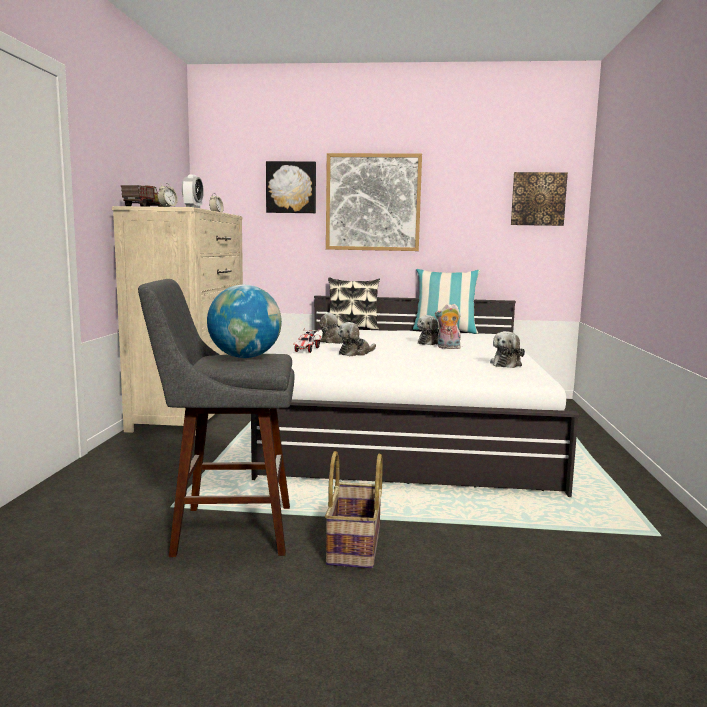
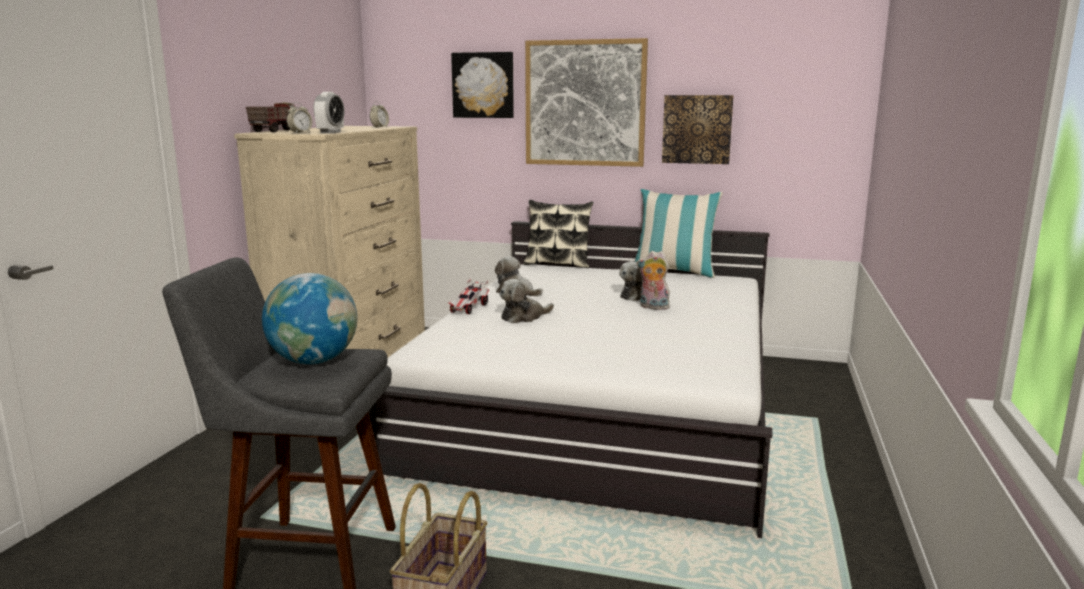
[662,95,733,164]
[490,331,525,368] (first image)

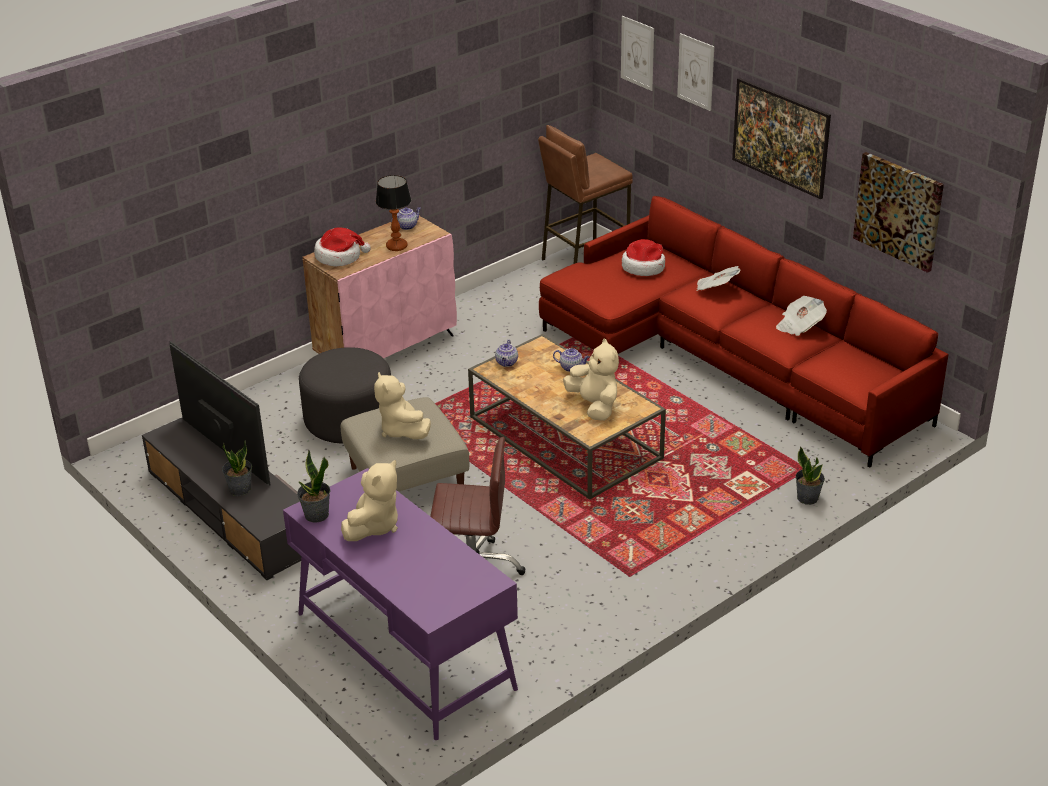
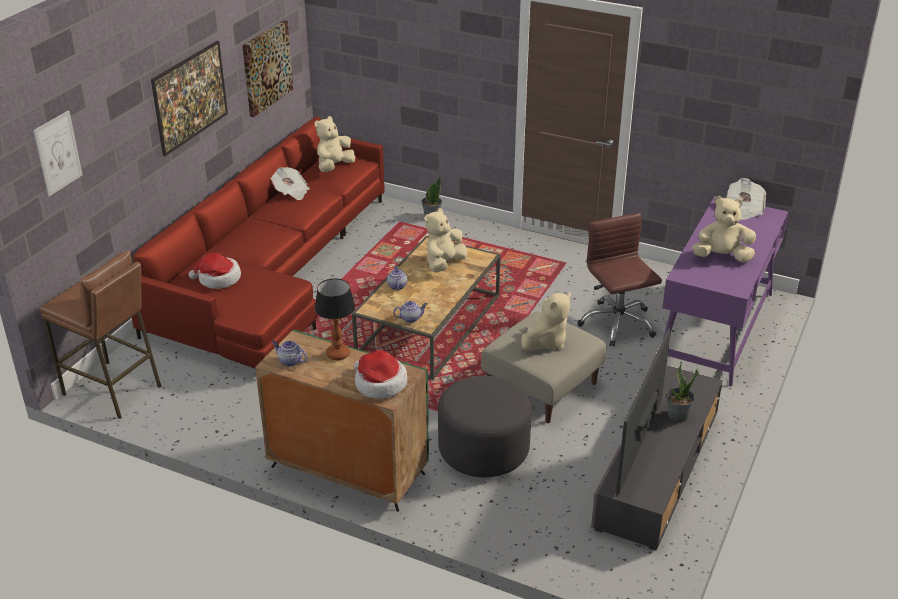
[677,33,714,111] (first image)
[255,330,429,512]
[726,178,766,220]
[297,449,331,522] (first image)
[315,116,355,172]

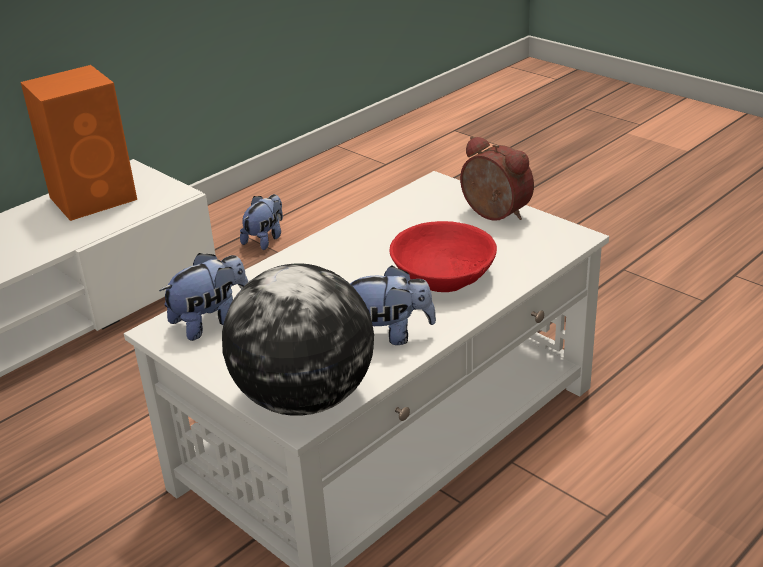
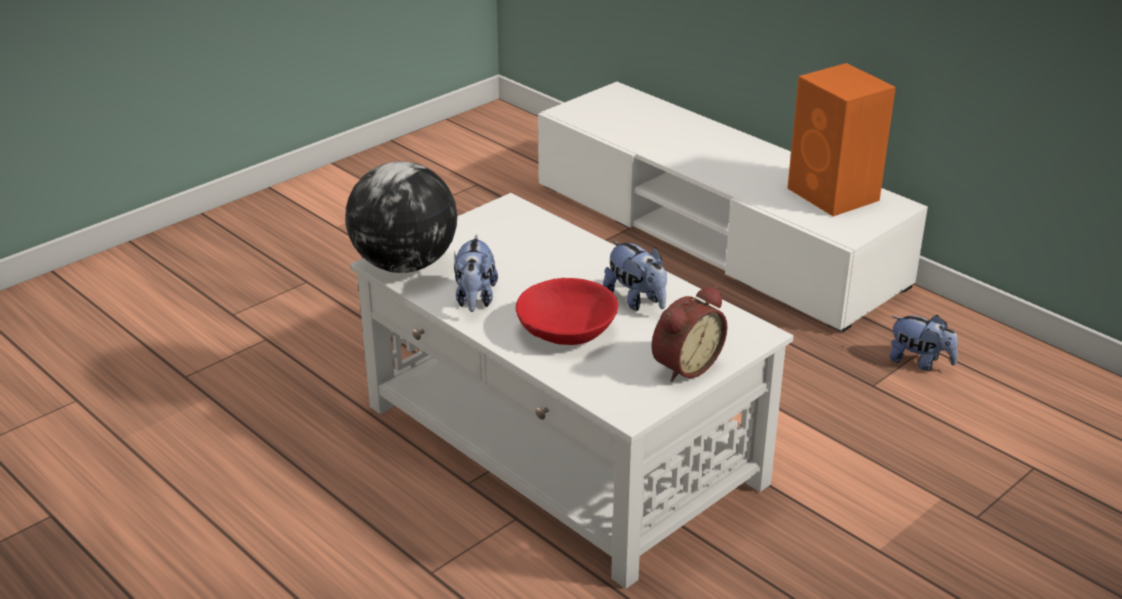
[603,240,667,311]

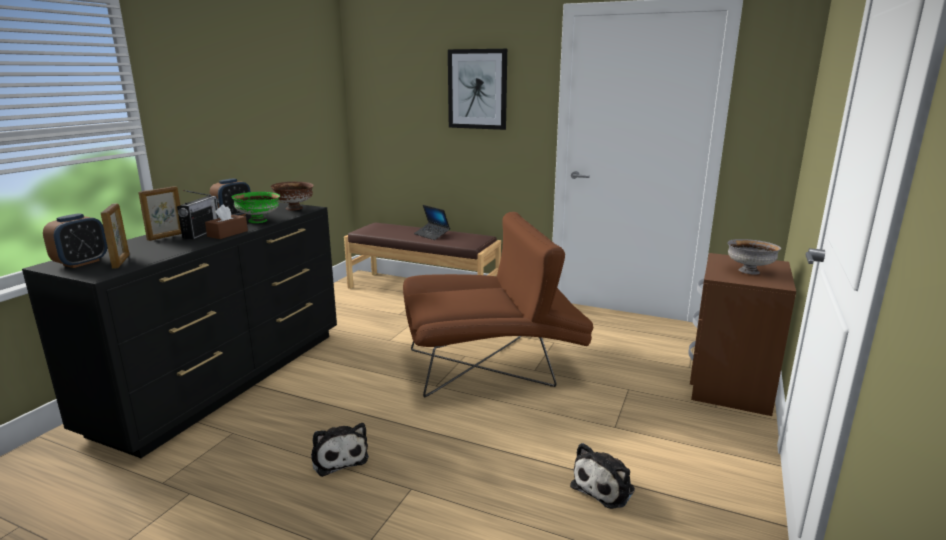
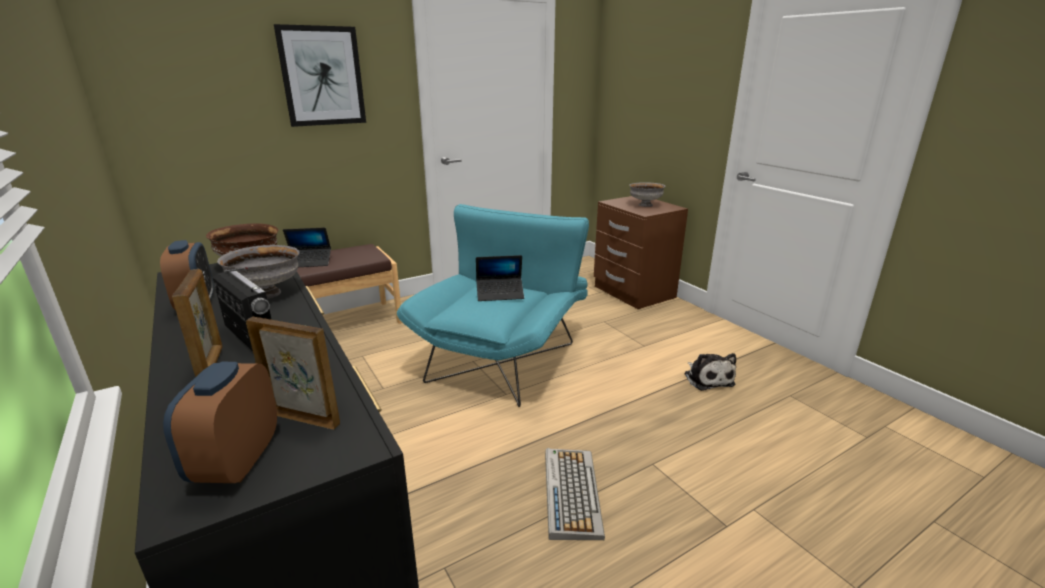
[217,245,300,299]
[205,204,248,239] (first image)
[397,204,589,407]
[163,362,277,483]
[545,448,605,540]
[476,255,524,301]

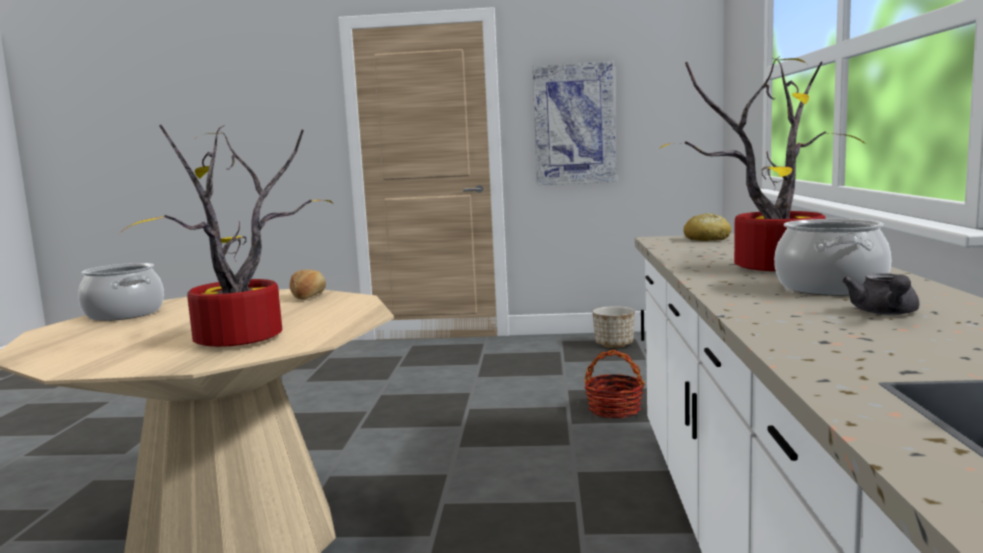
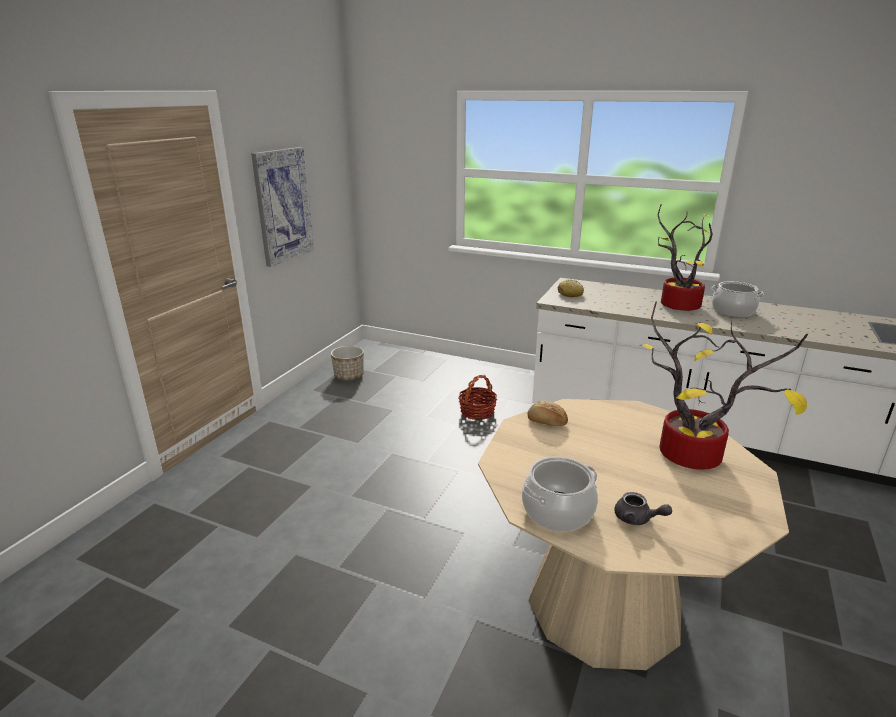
[615,492,672,525]

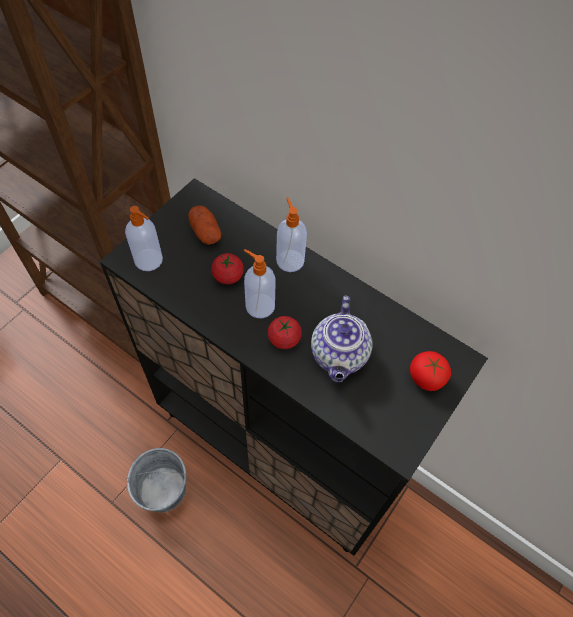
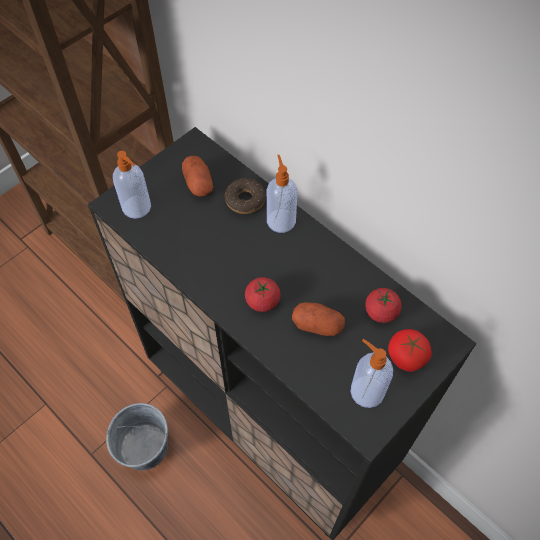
[351,339,393,408]
[365,288,402,323]
[292,302,345,336]
[225,178,266,214]

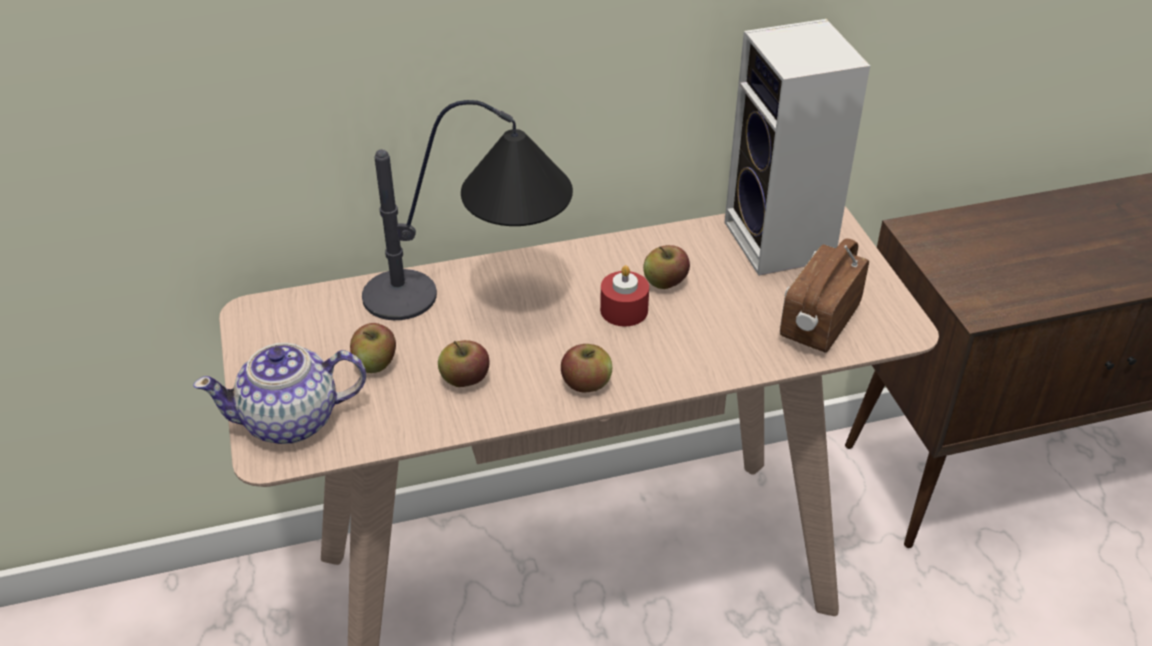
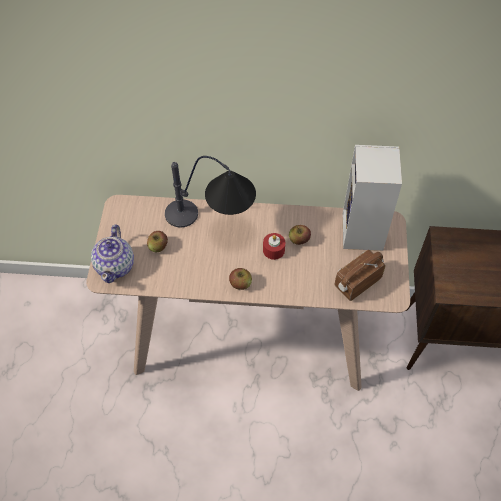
[438,340,490,387] (first image)
[91,224,134,283]

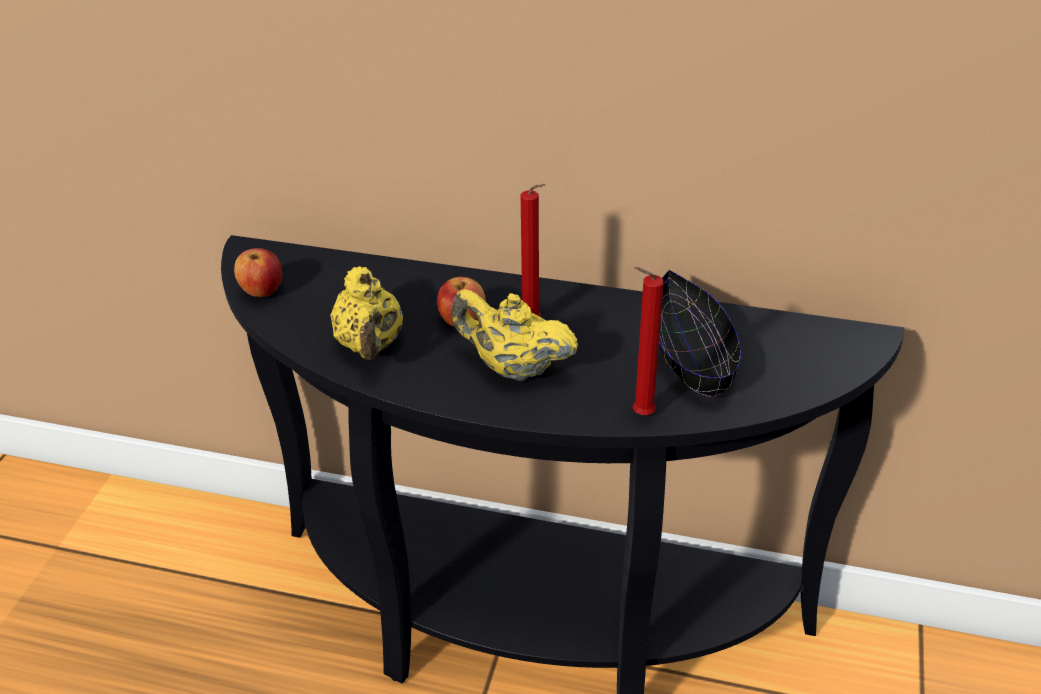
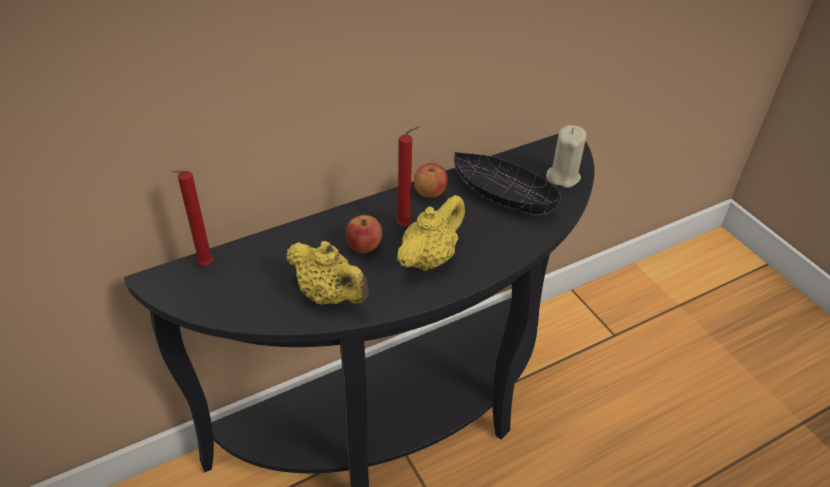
[414,163,448,198]
[171,170,213,266]
[397,195,465,271]
[546,125,586,188]

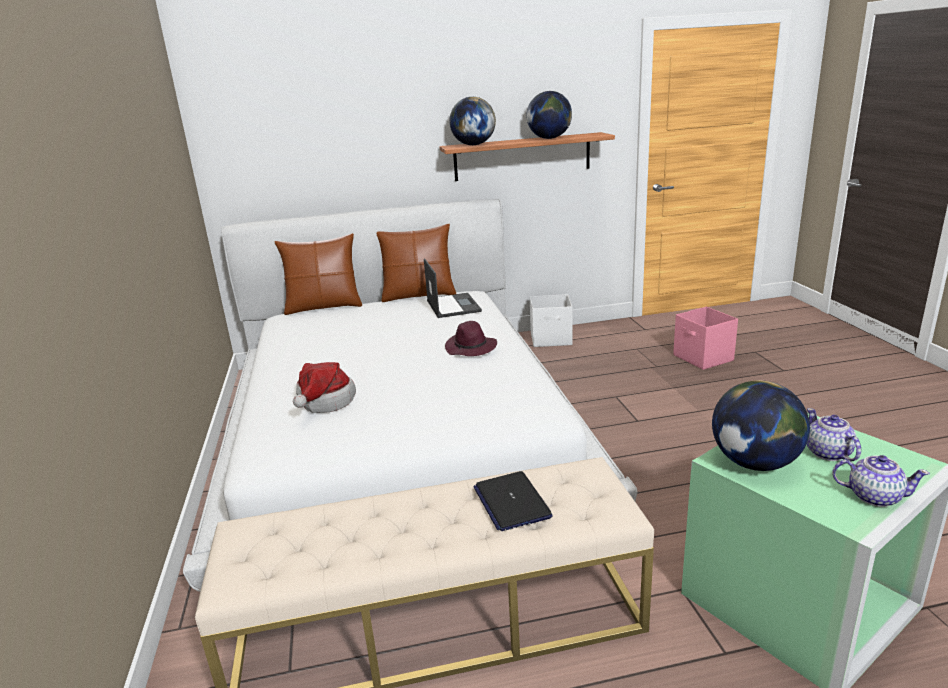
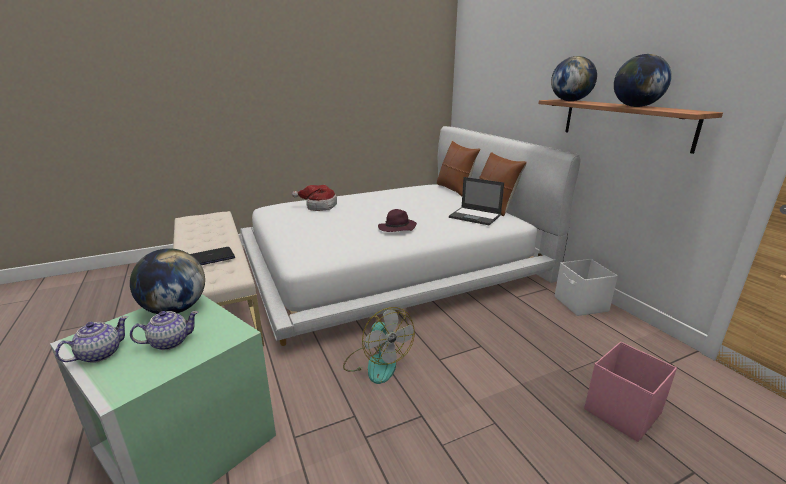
[449,177,504,225]
[55,316,128,363]
[343,307,415,384]

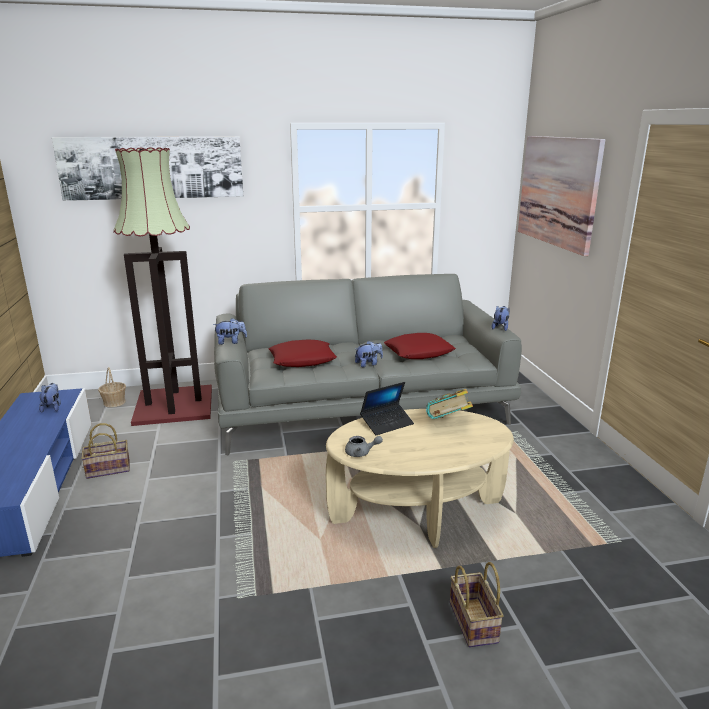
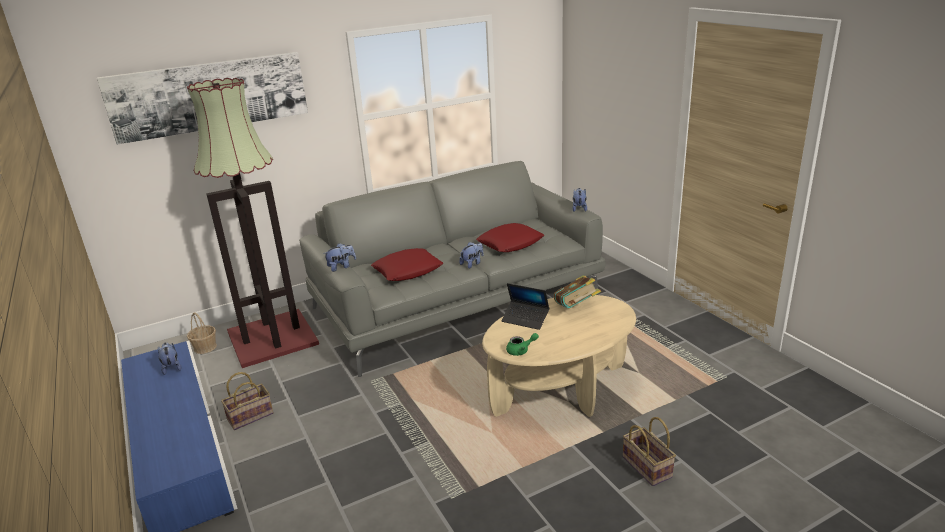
[518,136,605,256] (first image)
[501,283,549,330]
[506,333,539,356]

